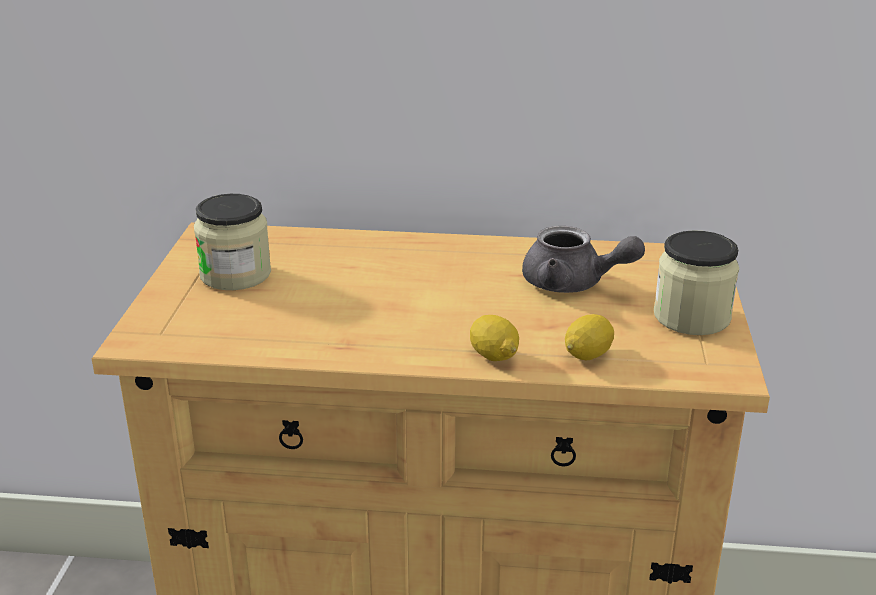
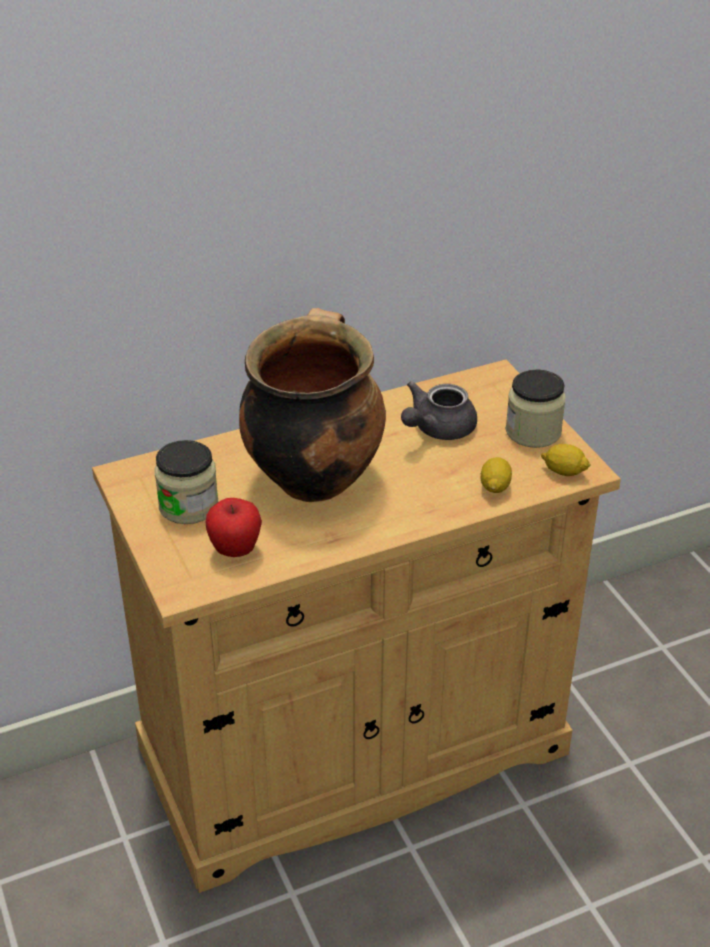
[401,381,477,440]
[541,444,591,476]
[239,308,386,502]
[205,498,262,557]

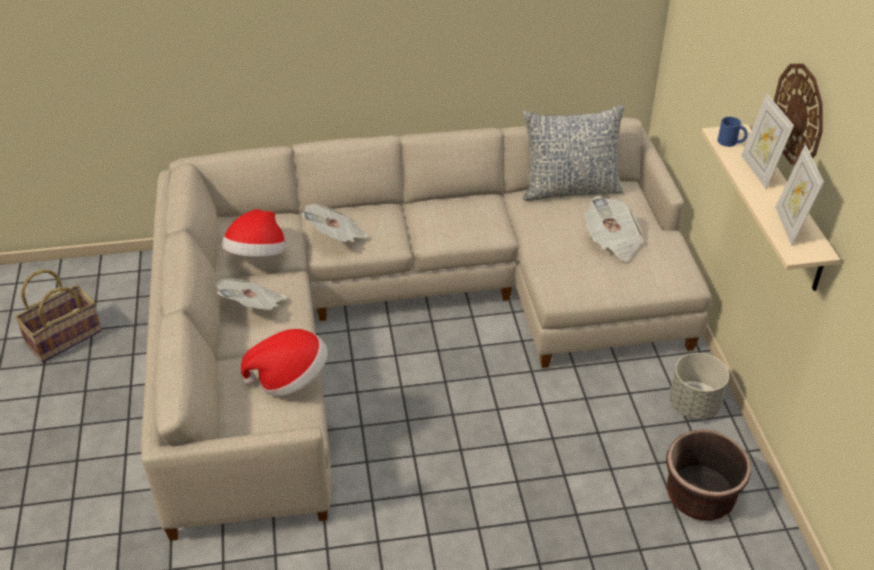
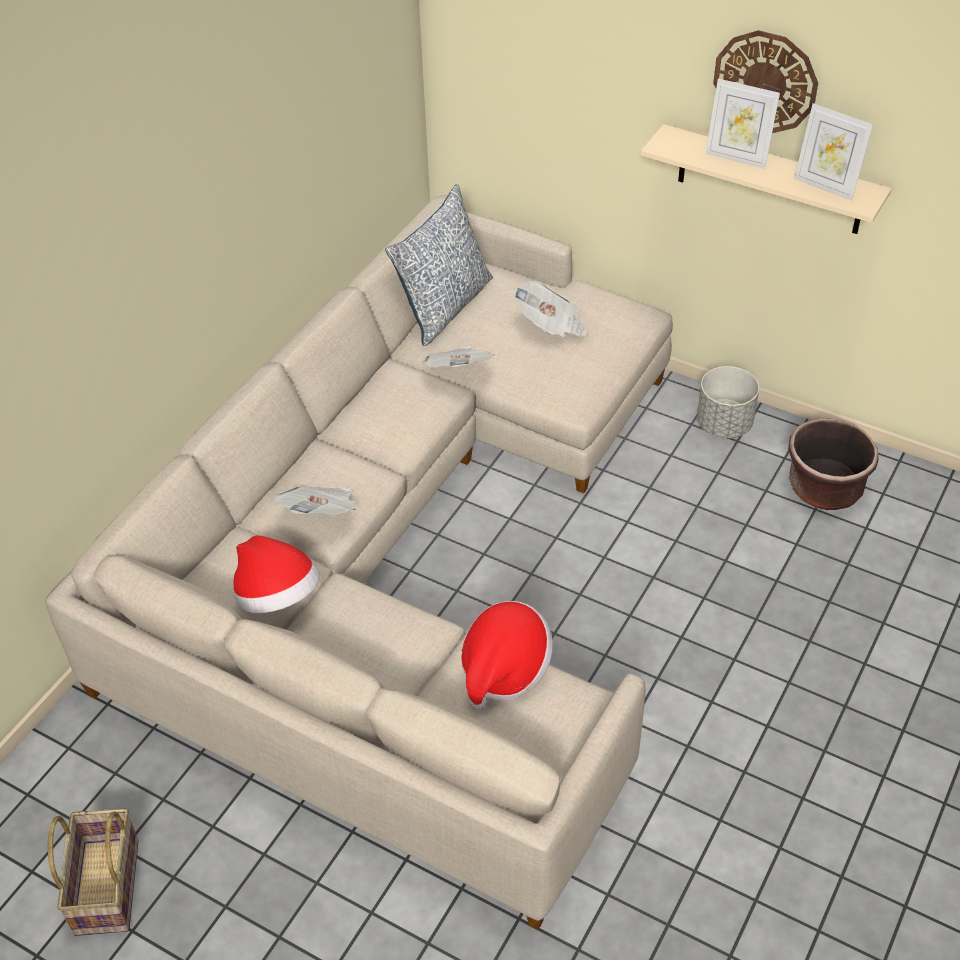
[717,117,748,147] (first image)
[422,346,495,368]

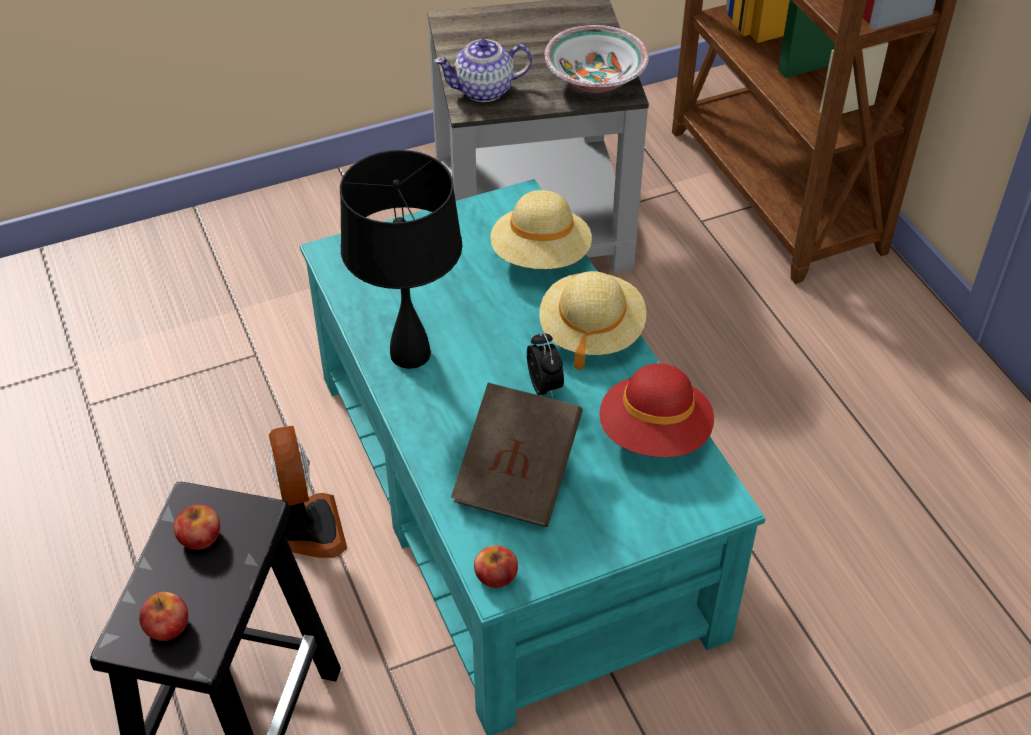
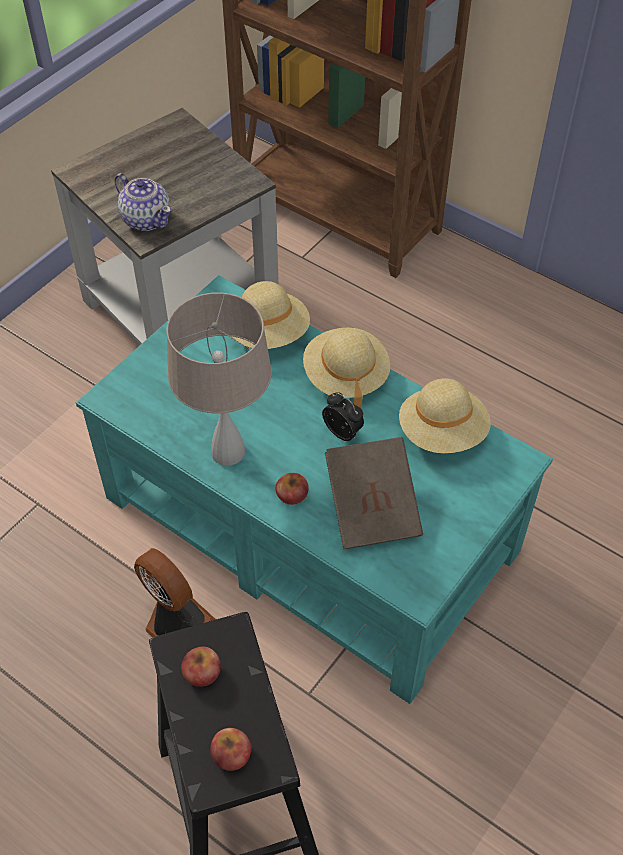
[544,25,649,93] (first image)
[114,173,171,231]
[166,292,272,466]
[399,378,491,453]
[276,473,309,505]

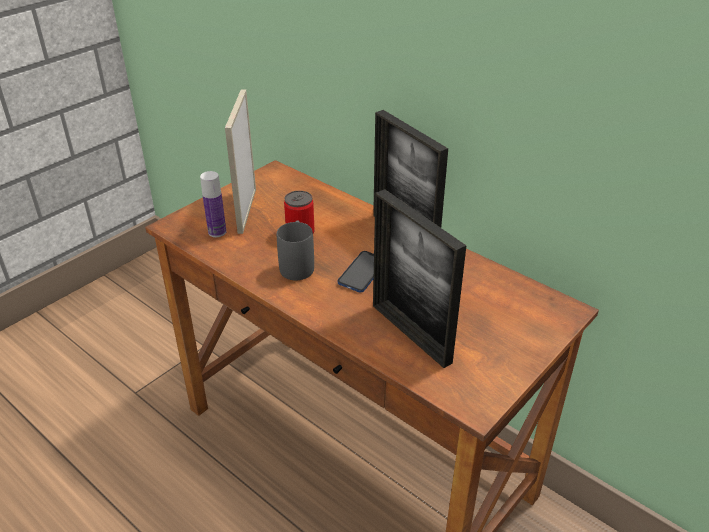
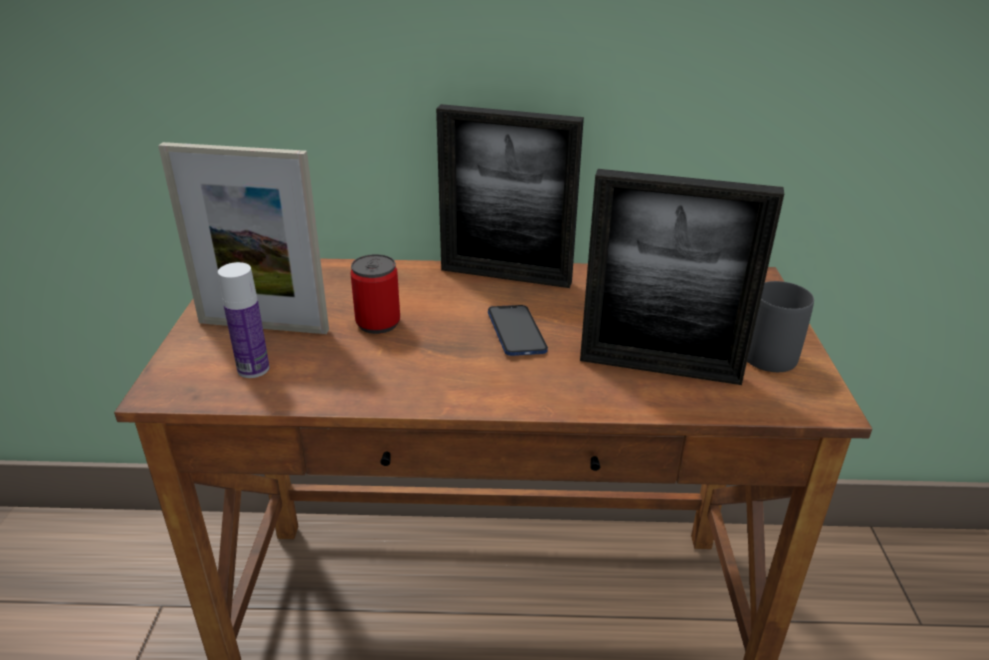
[158,142,329,334]
[747,281,814,372]

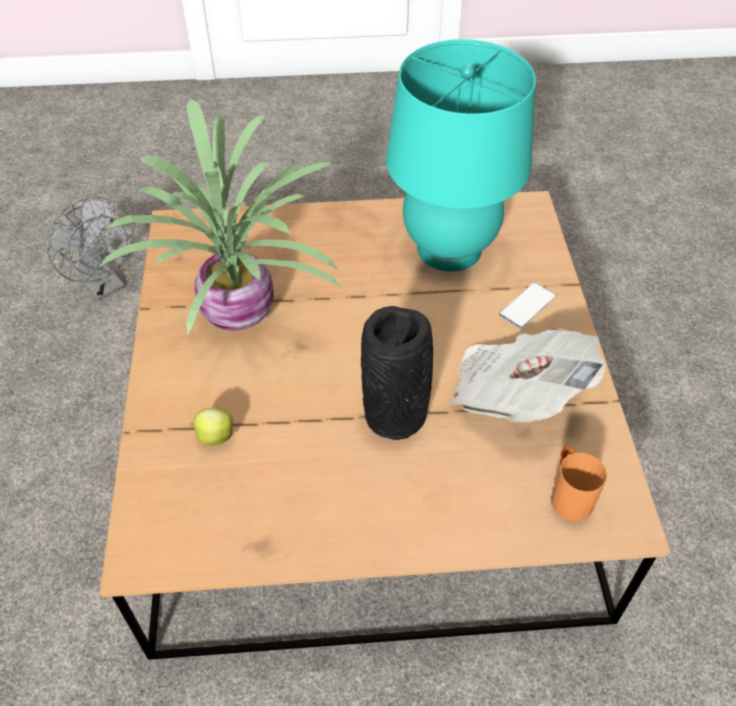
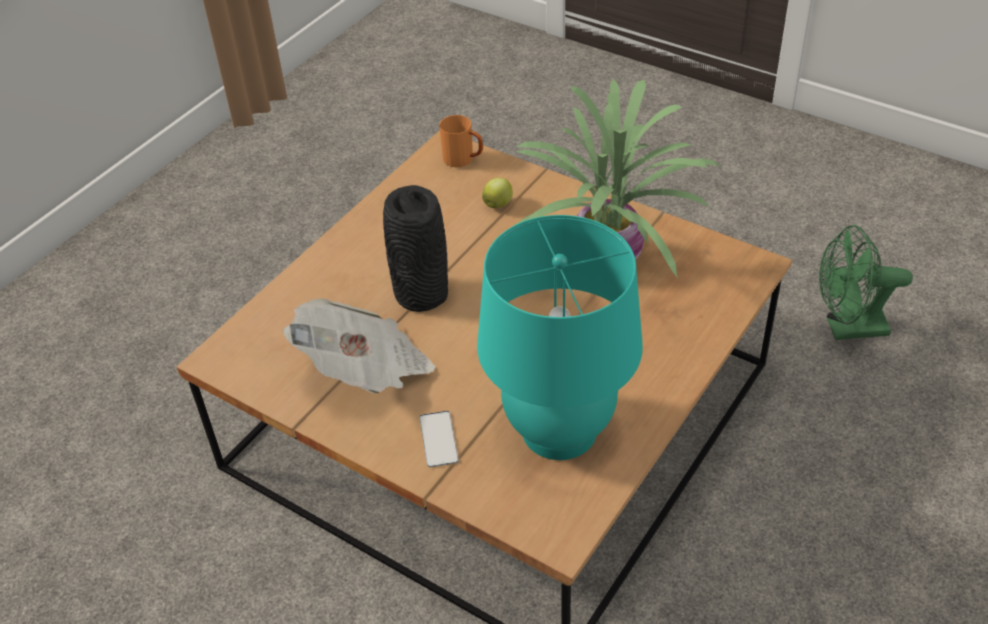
[819,225,913,340]
[439,115,483,167]

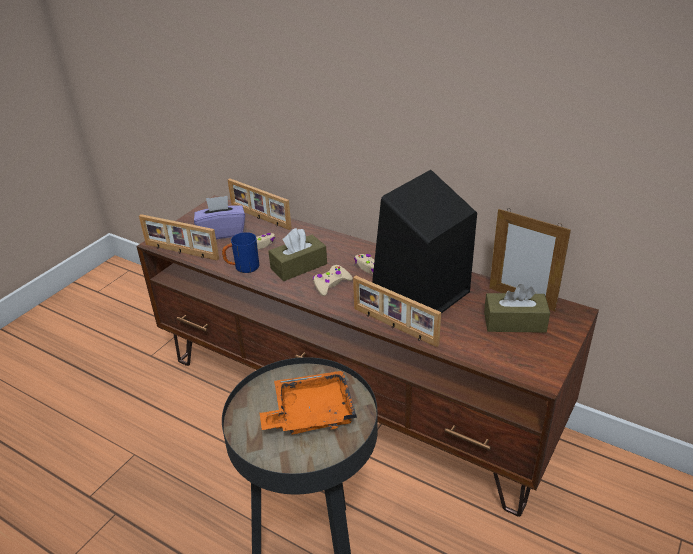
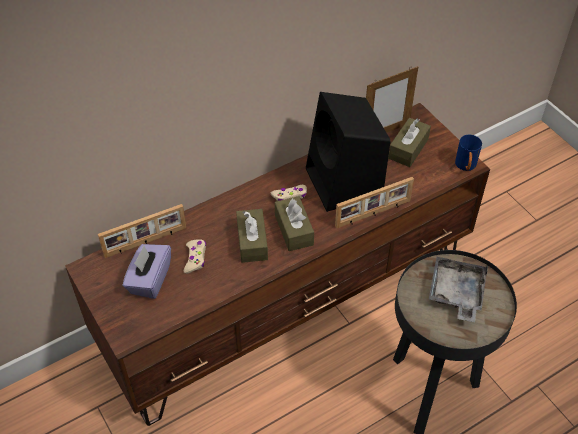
[139,214,219,261] (first image)
[455,135,482,171]
[275,196,314,251]
[429,256,488,322]

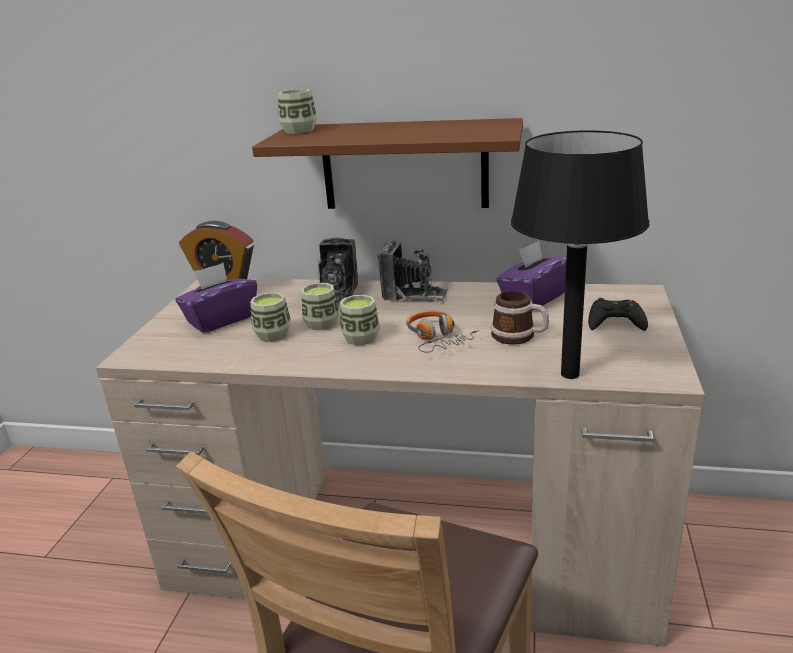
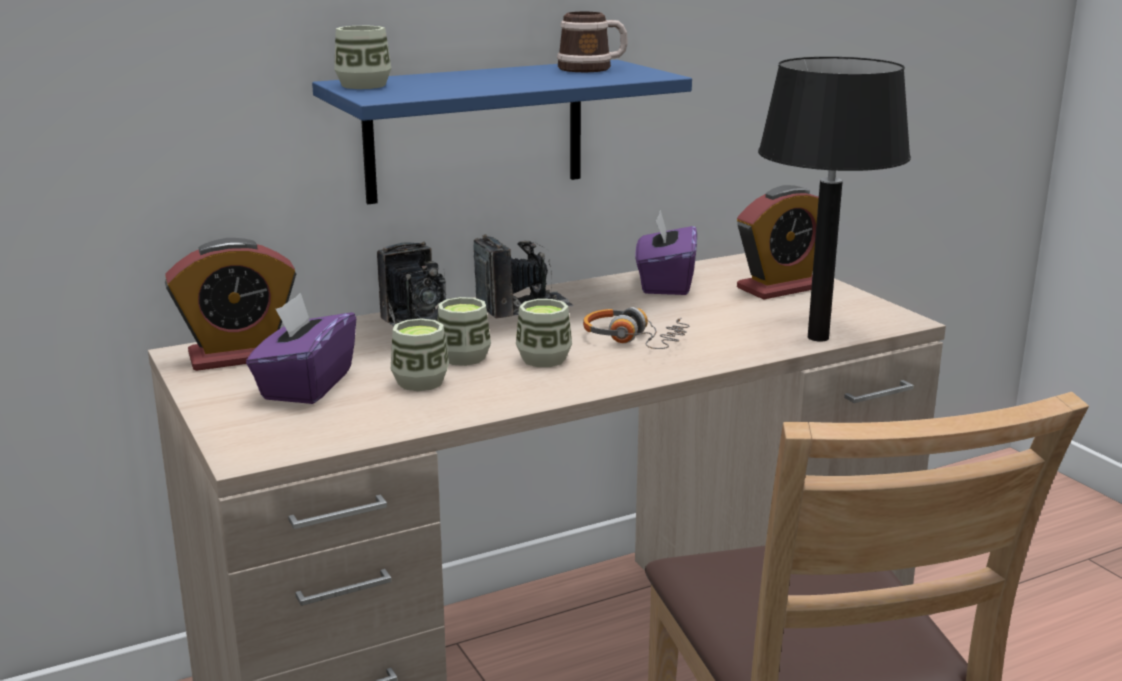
[312,60,692,204]
[557,12,628,72]
[737,185,819,300]

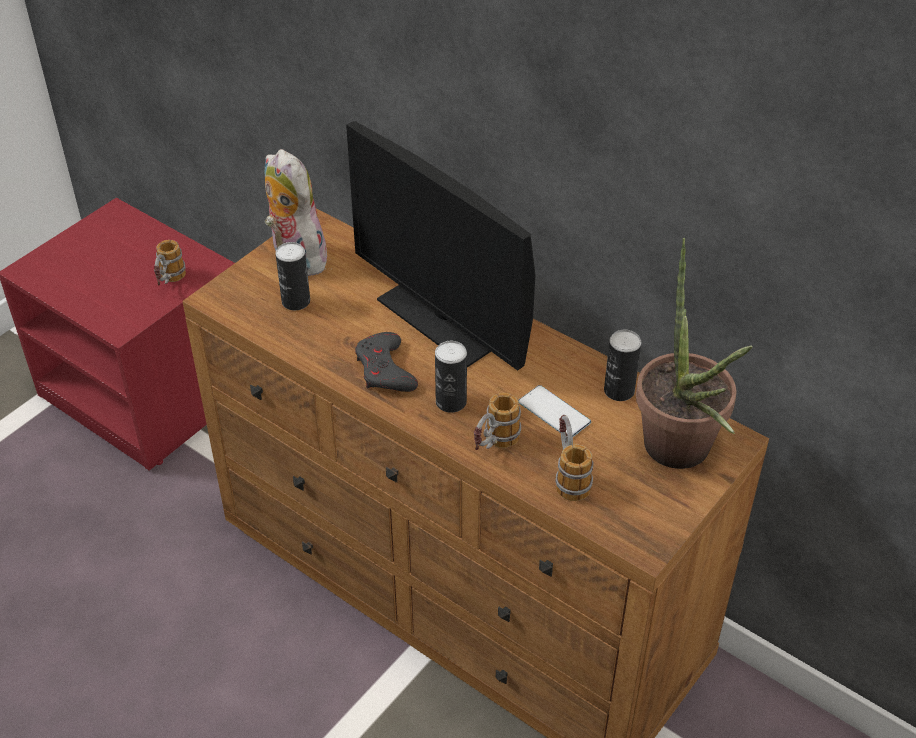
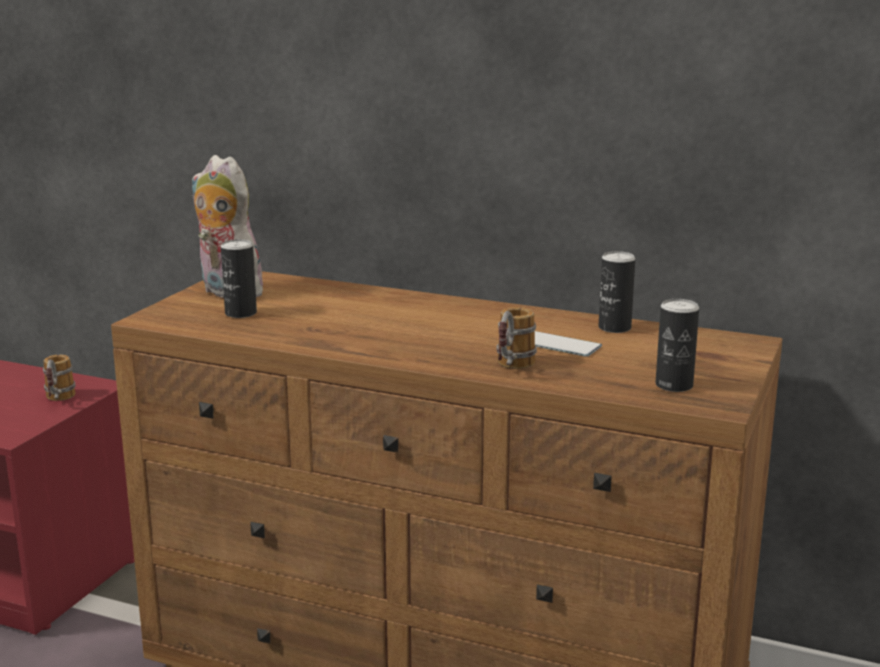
[346,121,536,371] (first image)
[636,238,752,469] (first image)
[355,332,418,392] (first image)
[655,299,699,392]
[555,415,594,501] (first image)

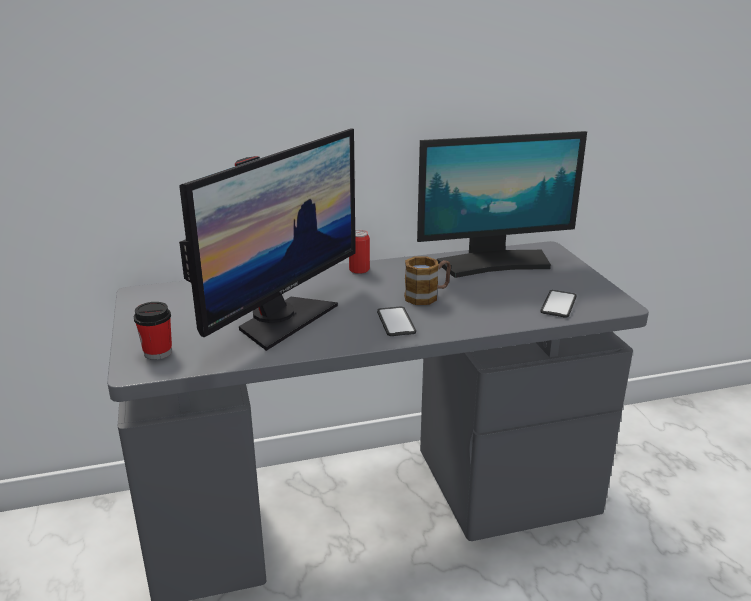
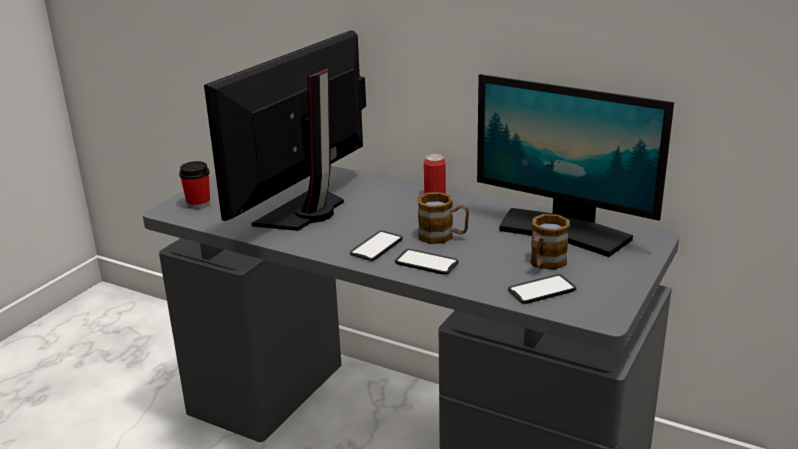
[204,30,366,231]
[530,214,569,270]
[395,249,459,275]

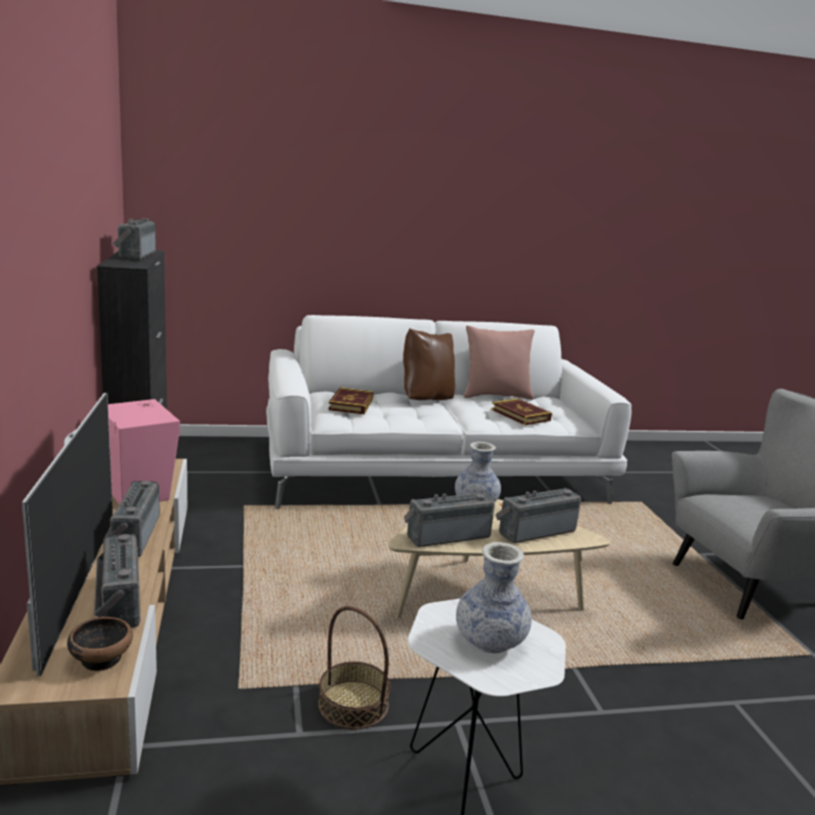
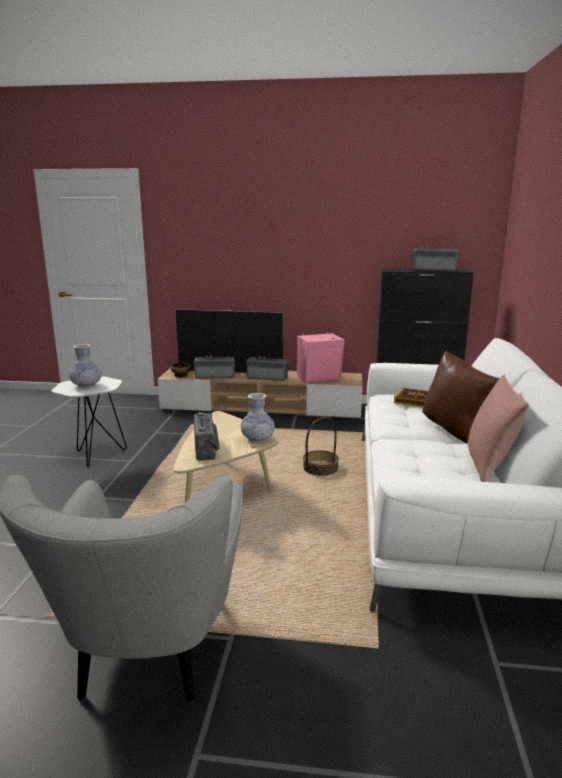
[492,398,552,425] (first image)
[404,492,495,547] (first image)
[303,417,339,476]

